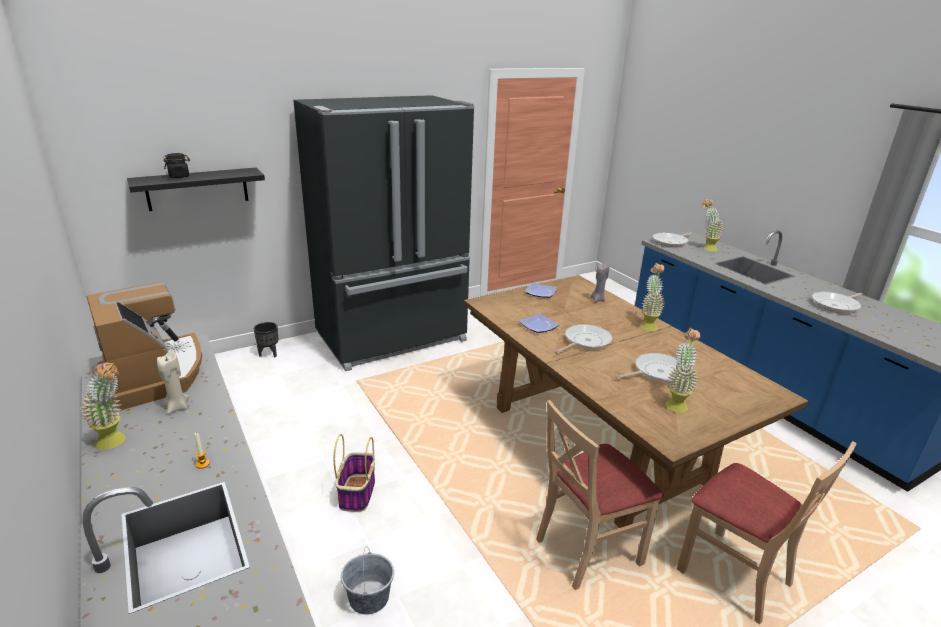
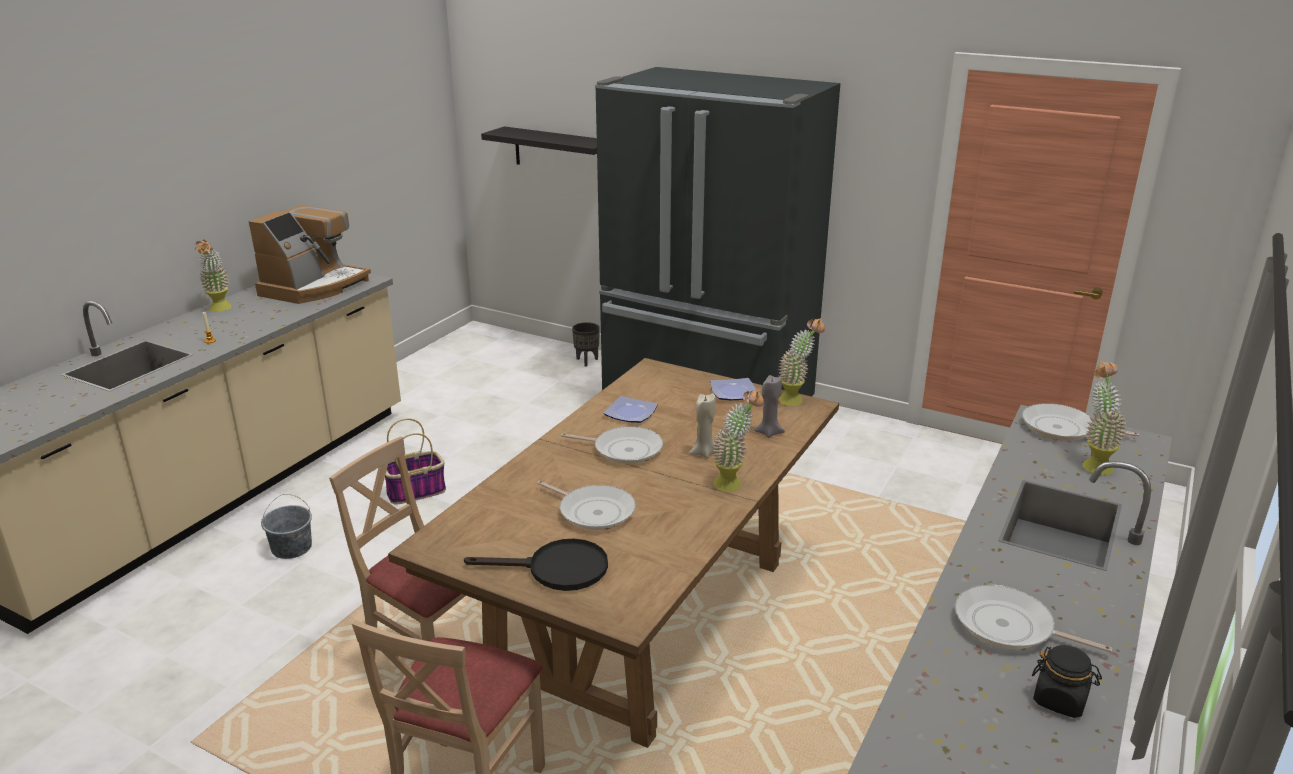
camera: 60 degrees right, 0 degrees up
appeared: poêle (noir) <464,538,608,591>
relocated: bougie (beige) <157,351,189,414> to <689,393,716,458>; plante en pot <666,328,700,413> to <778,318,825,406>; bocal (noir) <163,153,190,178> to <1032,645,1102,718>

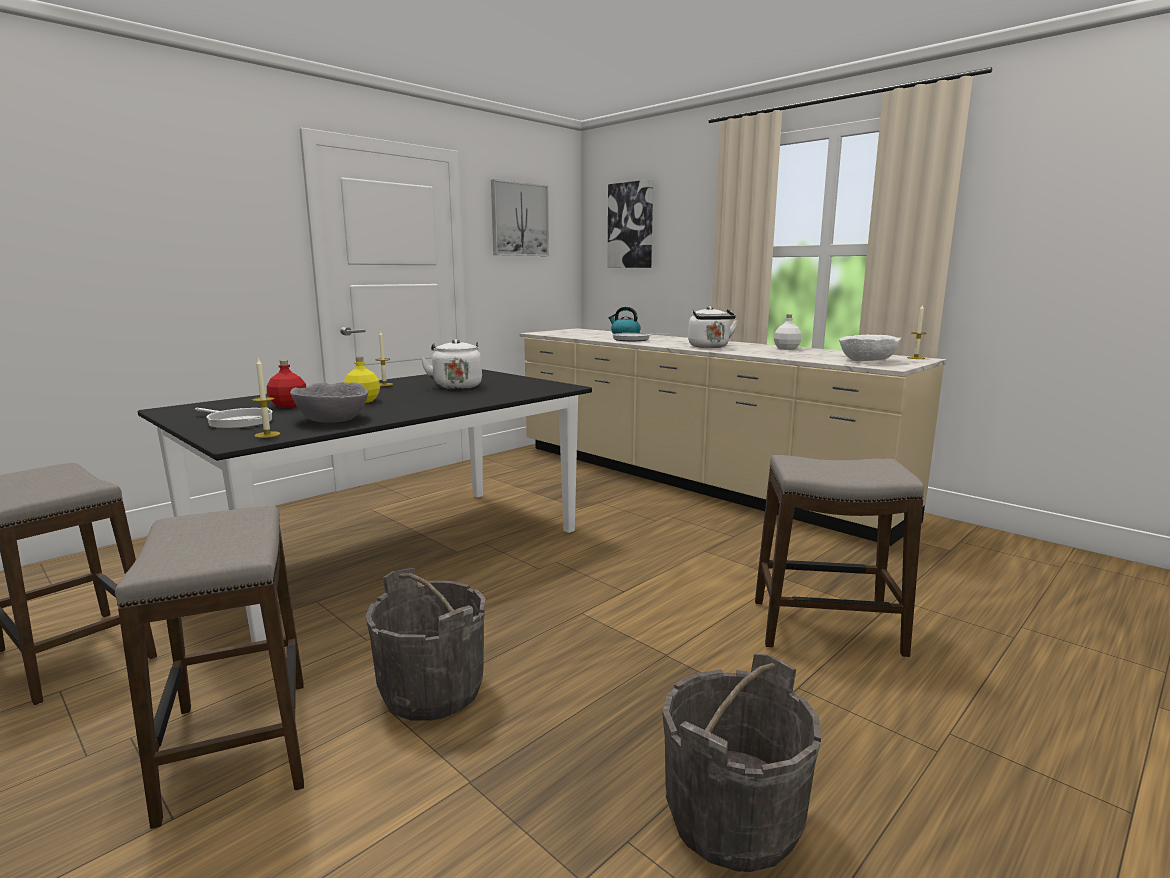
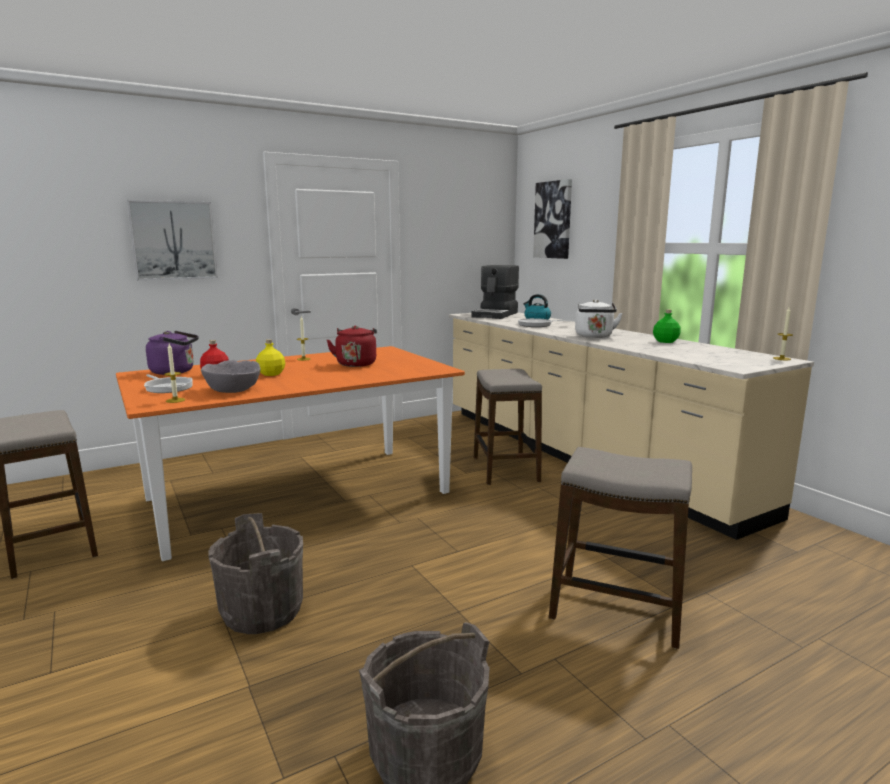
camera: 15 degrees right, 0 degrees up
missing: bol (blanc) <839,335,901,361>
appeared: bouilloire (violet) <146,331,199,375>; machine à café <472,265,519,319>
relocated: tableau <491,179,549,256> to <127,200,218,280>; tabouret <115,506,304,829> to <474,369,542,485>
colour: table à manger (noir) <137,369,592,642> to table à manger (orange) <116,346,465,561>; bouilloire (blanc) <421,339,482,389> to bouilloire (rouge) <327,326,377,367>; bouteille (blanc) <774,314,802,350> to bouteille (vert) <653,309,681,343>

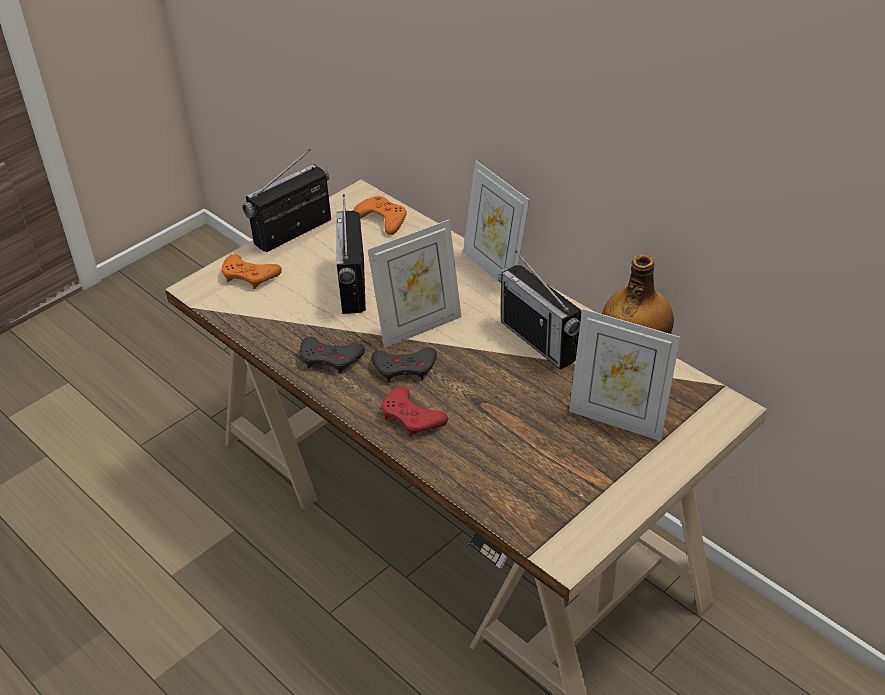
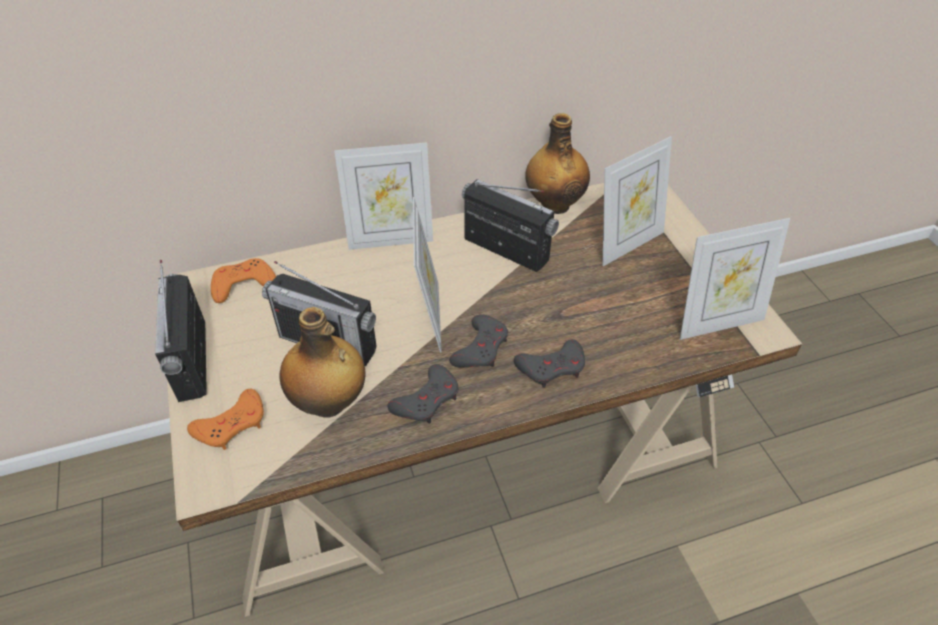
camera: 65 degrees left, 5 degrees up
appeared: bouteille <280,307,365,418>; cadre photo <680,218,791,340>
colour: manette (rouge) <381,387,448,437> to manette (gris) <514,339,585,388>
spun: radio <498,250,581,370> = <462,179,559,272> 135 degrees counterclockwise

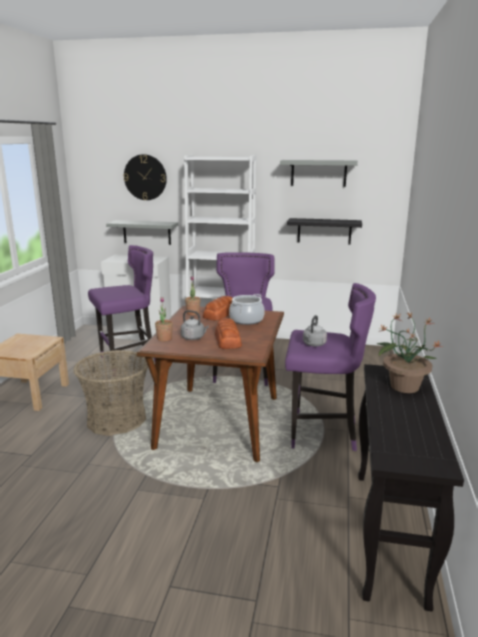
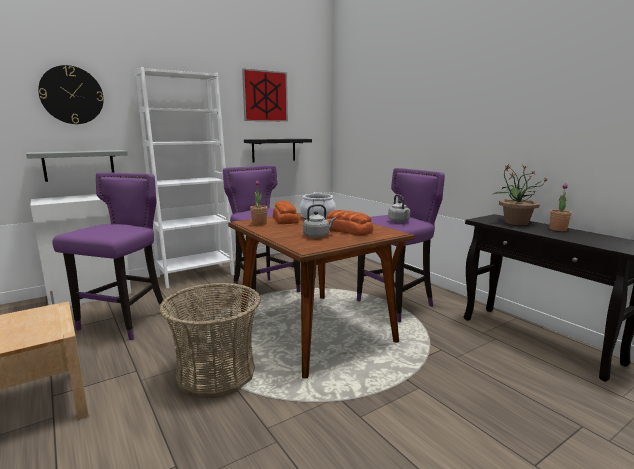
camera: 45 degrees left, 5 degrees down
relocated: plante en pot <155,297,173,342> to <550,183,572,231>
exchanged: étagère (gris) <280,160,358,187> to tableau <242,69,288,122>

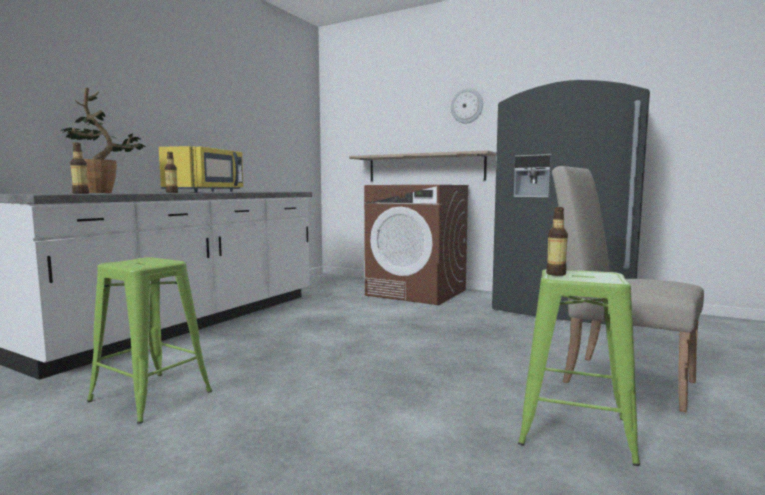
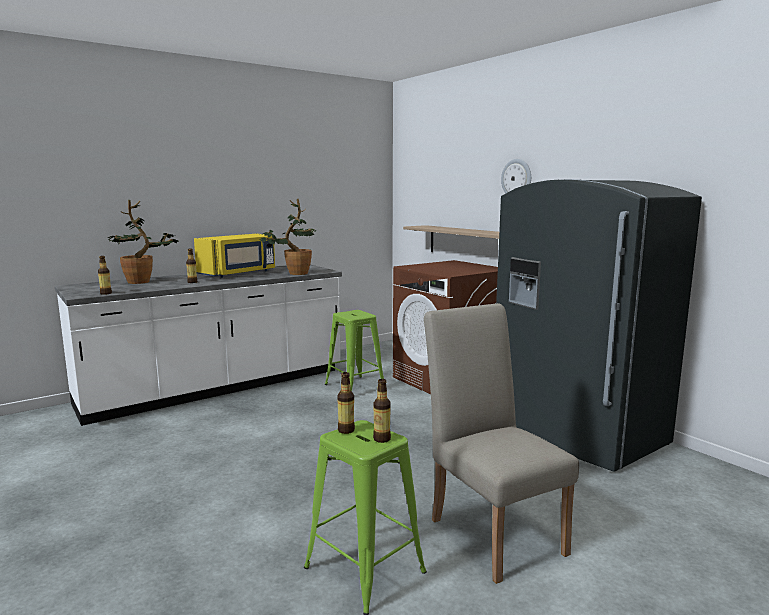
camera: 25 degrees right, 5 degrees up
appeared: plante en pot <260,199,317,275>; bouteille <373,379,391,443>
relocated: tabouret (vert) <87,257,212,423> to <325,310,384,391>

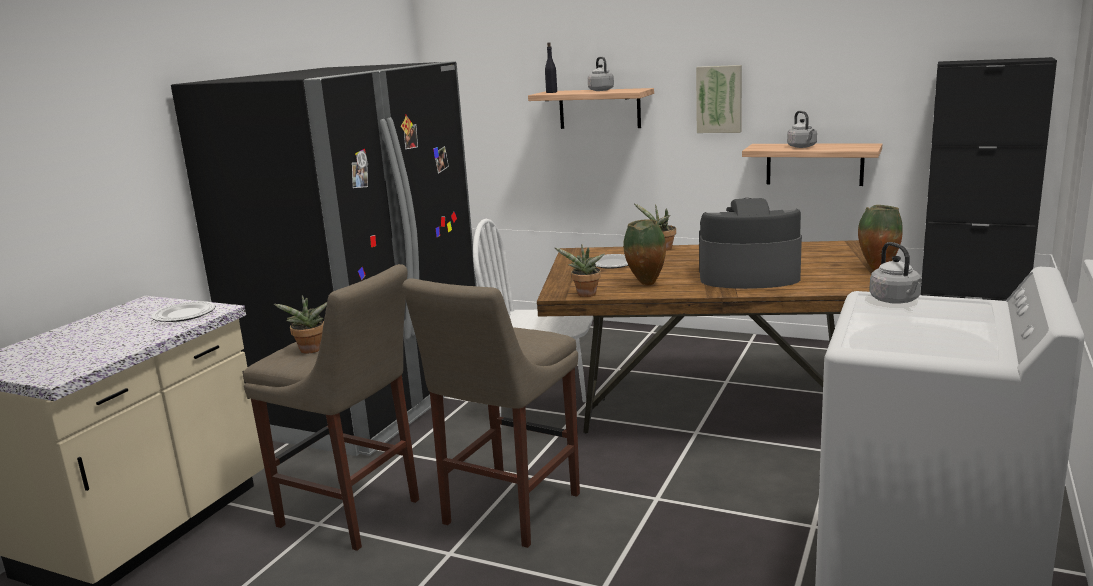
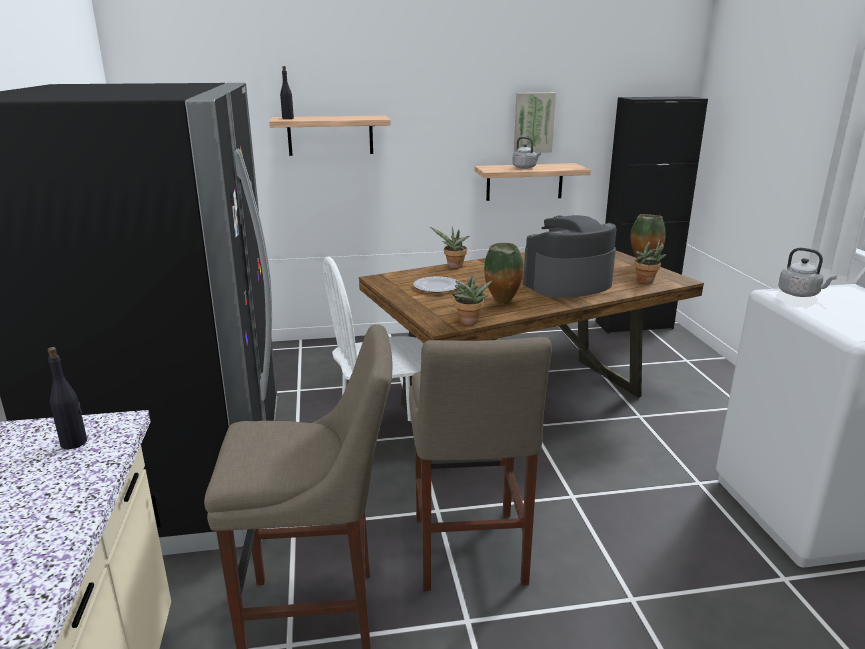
camera: 35 degrees left, 5 degrees up
missing: bouilloire (gris) <588,57,614,91>
relocated: tableau <696,65,742,133> to <514,93,556,153>; plante en pot <274,295,327,354> to <634,238,667,284>
exchanged: assiette <151,301,216,322> to bouteille (noir) <48,347,87,449>

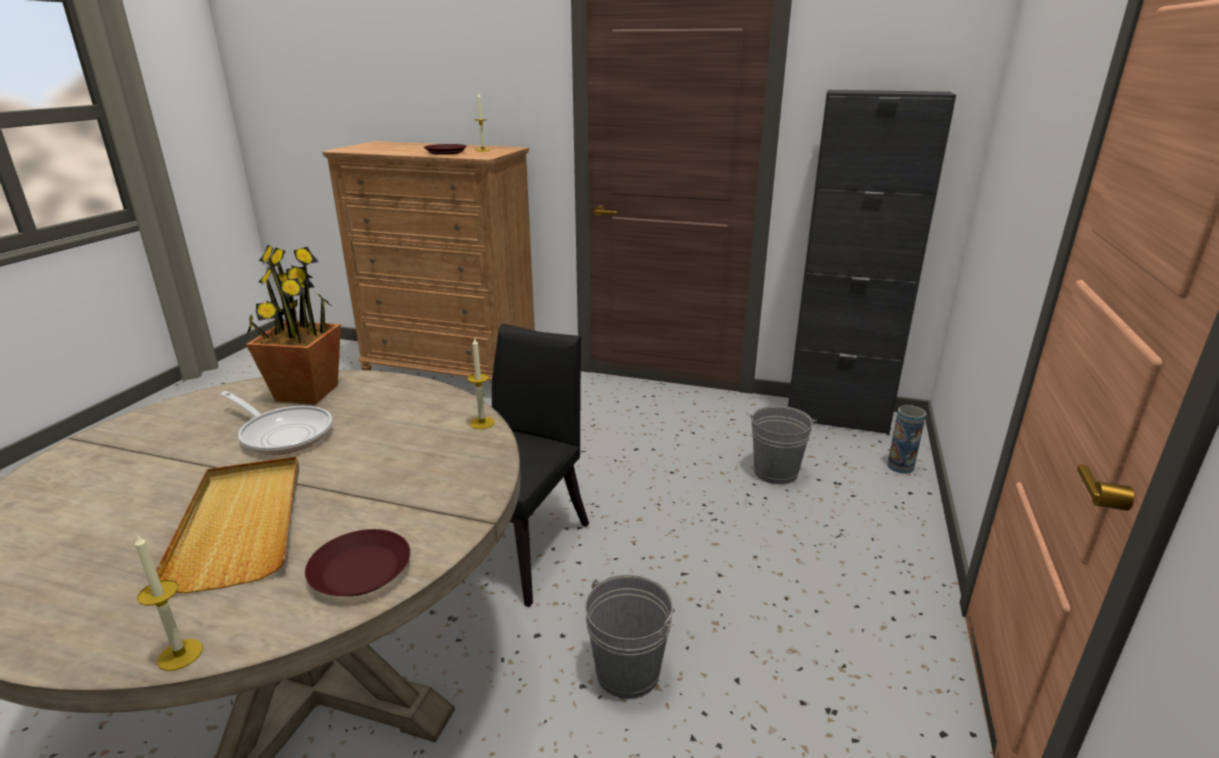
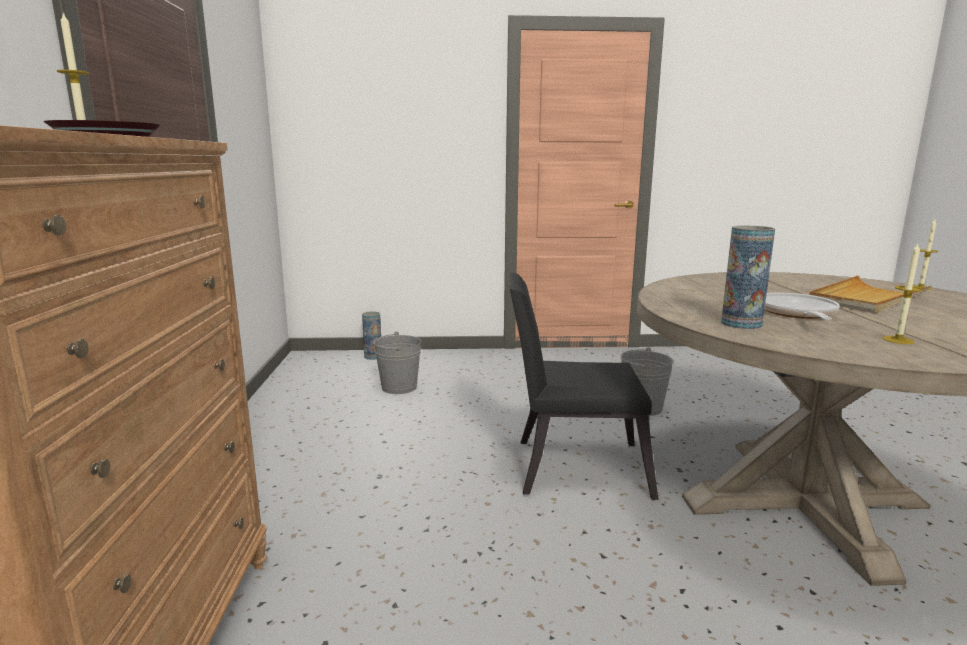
camera: 110 degrees left, 10 degrees down
missing: assiette (marron) <305,529,410,596>; meuble de rangement (noir) <788,90,956,435>
relocated: bougie <467,337,495,429> to <883,243,923,344>
exchanged: plante en pot <246,245,341,404> to vase <721,226,775,329>

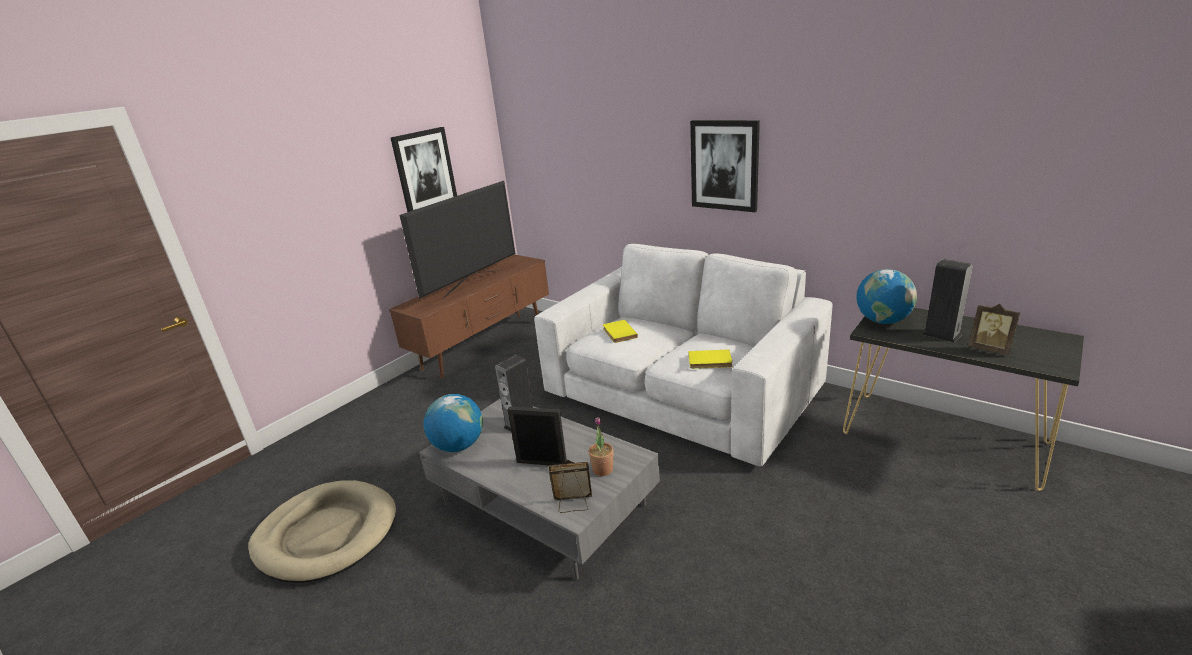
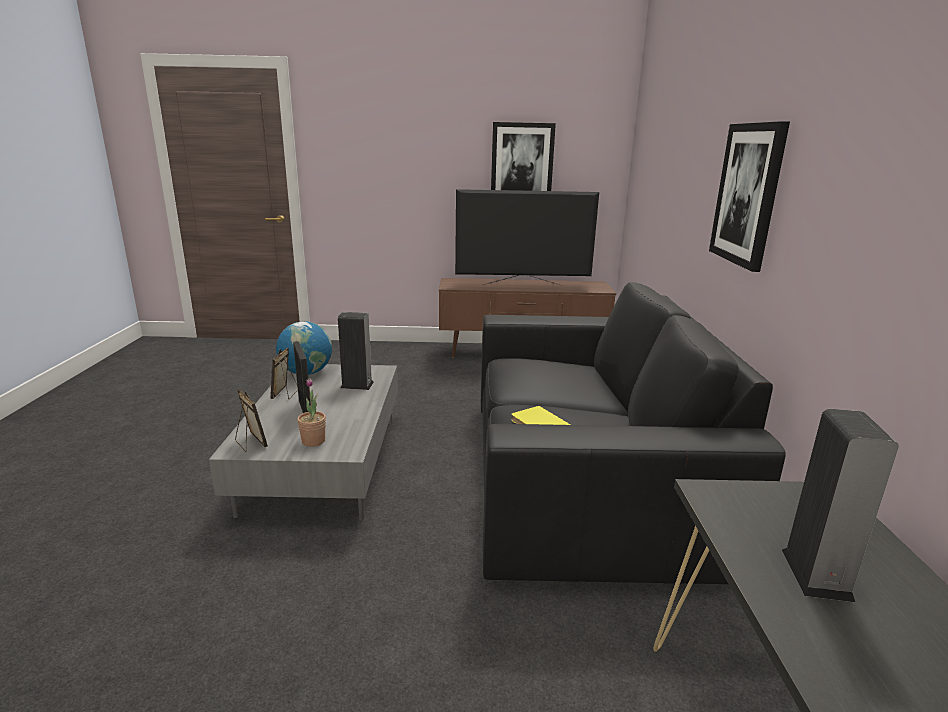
camera: 50 degrees right, 5 degrees down
missing: panier pour chien (beige) <248,480,396,583>; livre (jaune) <603,320,638,343>; globe <856,269,917,324>
relocated: cadre photo <968,304,1020,355> to <271,348,298,399>
colour: canapé (blanc) <534,244,832,467> to canapé (noir) <481,282,786,584>

